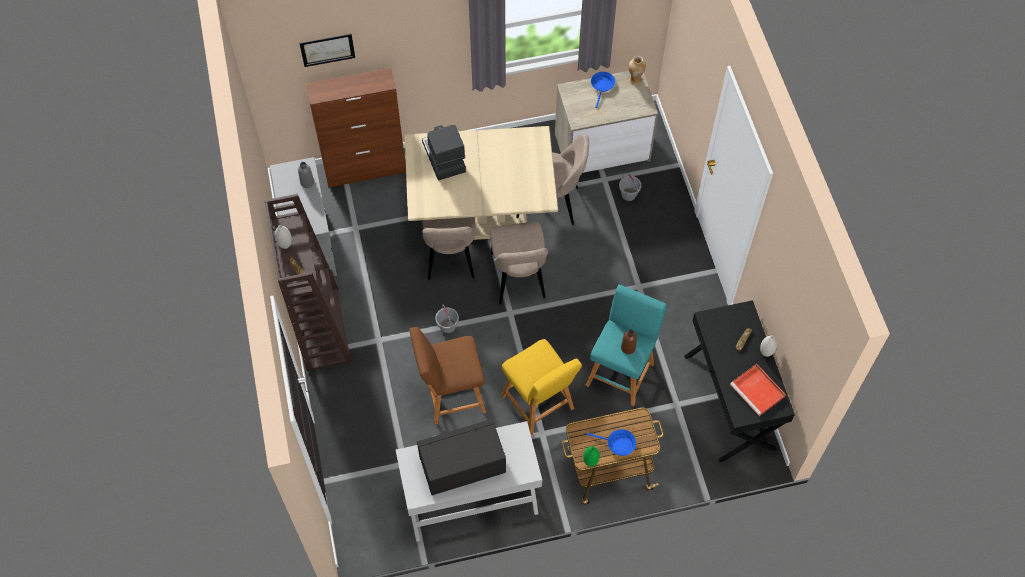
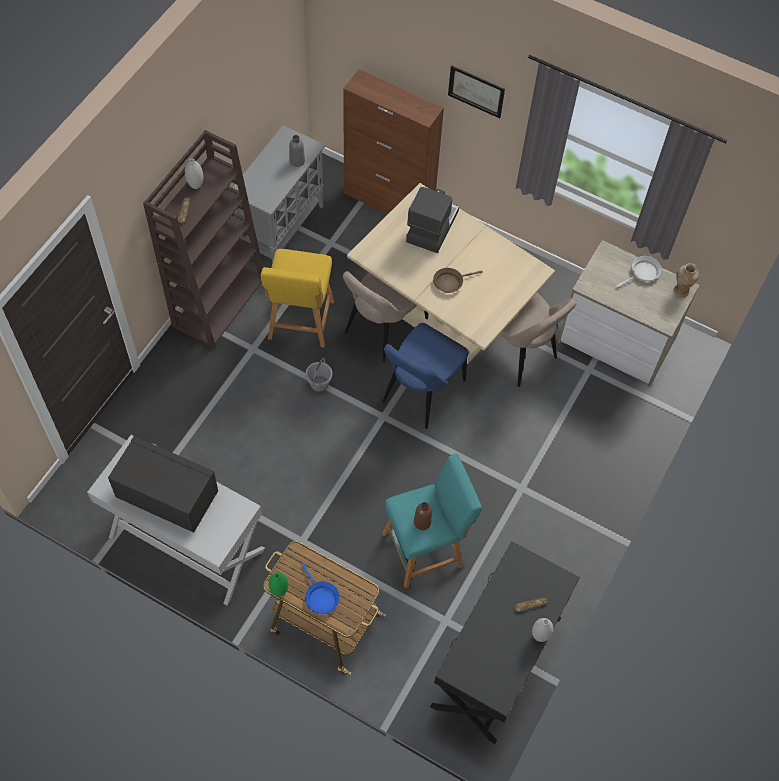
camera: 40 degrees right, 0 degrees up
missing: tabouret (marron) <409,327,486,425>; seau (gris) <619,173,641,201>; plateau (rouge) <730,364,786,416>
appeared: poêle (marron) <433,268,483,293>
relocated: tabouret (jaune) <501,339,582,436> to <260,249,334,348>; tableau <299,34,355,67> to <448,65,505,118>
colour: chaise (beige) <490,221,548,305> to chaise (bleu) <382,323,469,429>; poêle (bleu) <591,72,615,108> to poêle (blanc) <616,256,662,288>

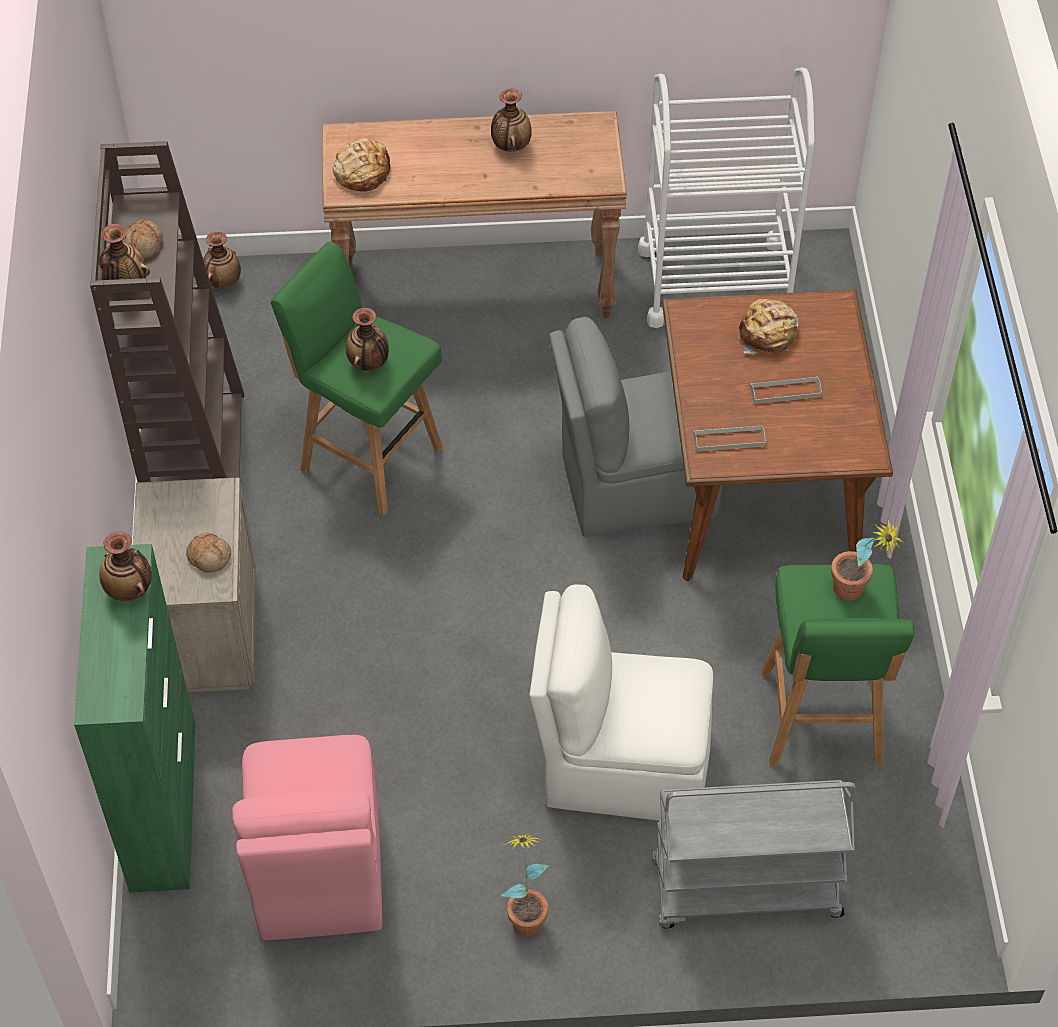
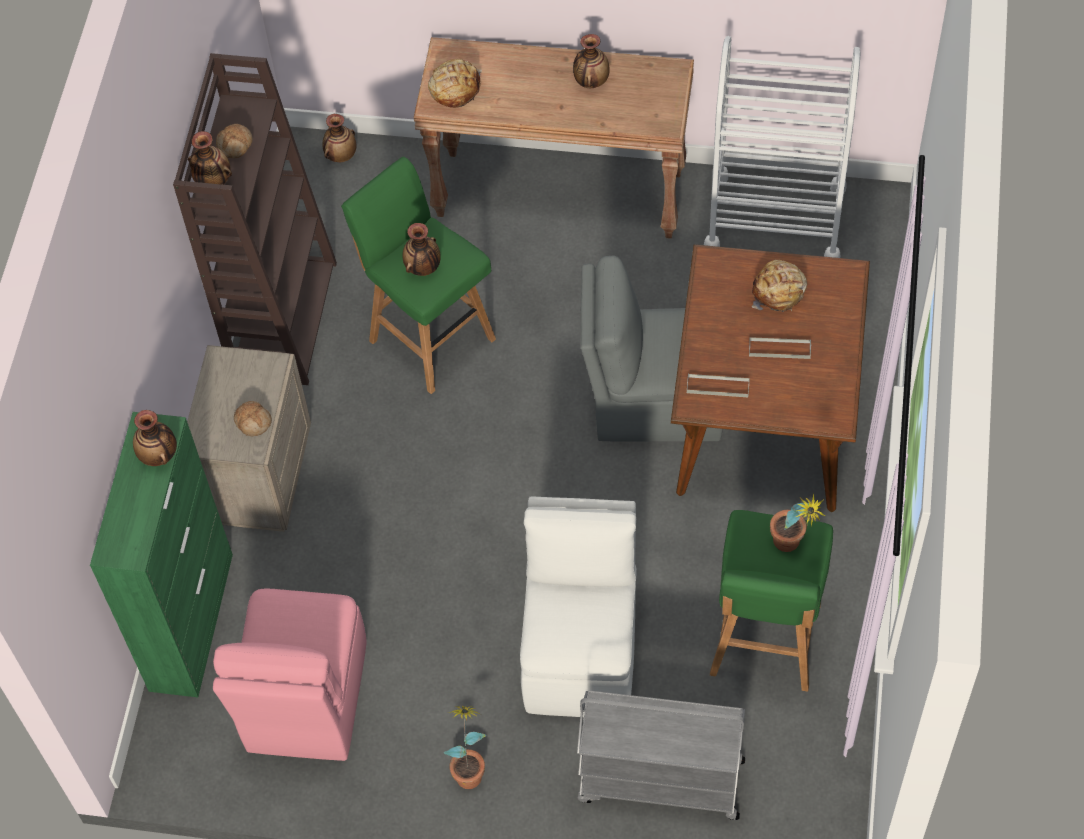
camera: 15 degrees right, 5 degrees up
spun: chaise (blanc) <529,584,713,821> = <520,496,637,717> 75 degrees clockwise

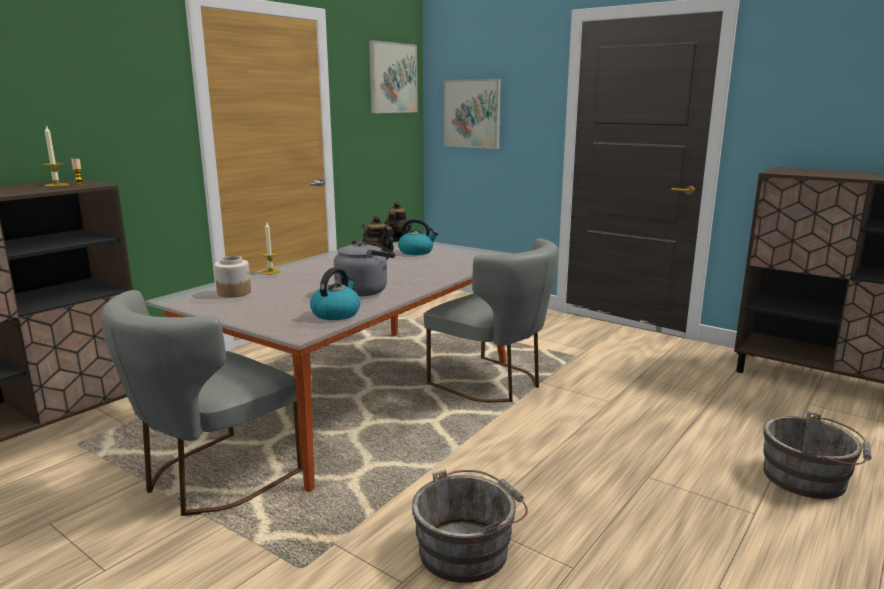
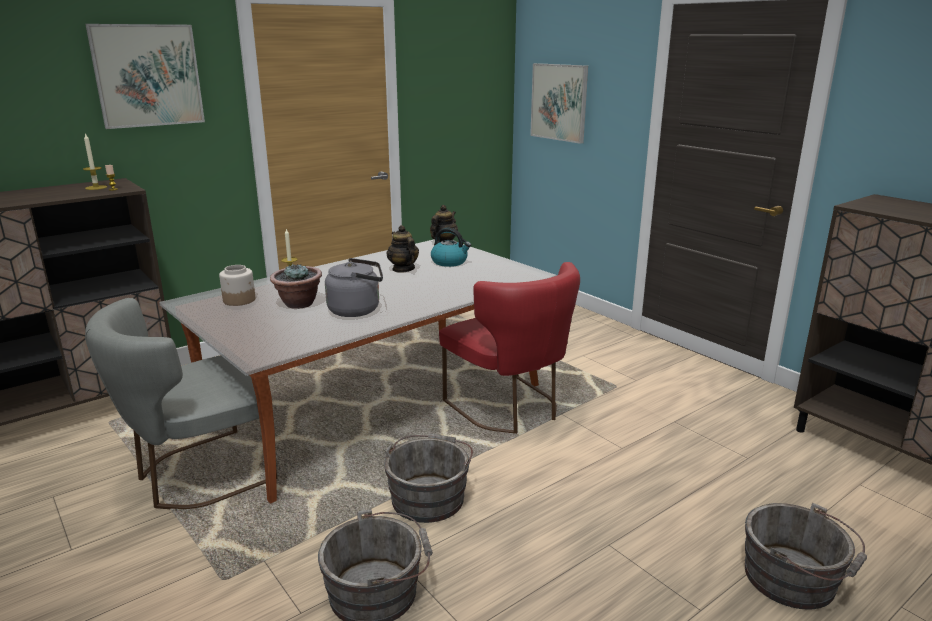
camera: 15 degrees right, 5 degrees up
missing: bouilloire <310,268,360,320>
appeared: plante en pot <270,263,322,309>; seau (gris) <384,433,473,523>
relocated: tableau <369,40,418,113> to <85,24,205,129>
colour: chaise (gris) <424,239,559,402> to chaise (rouge) <439,262,580,434>

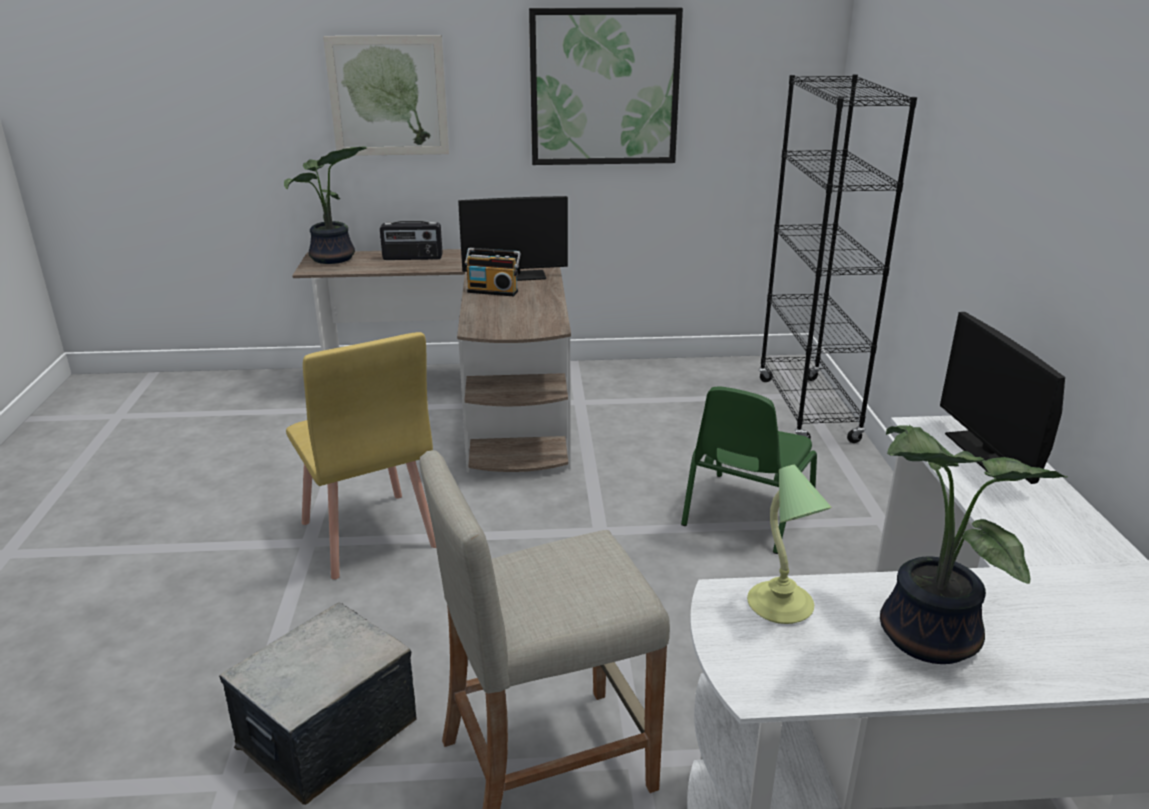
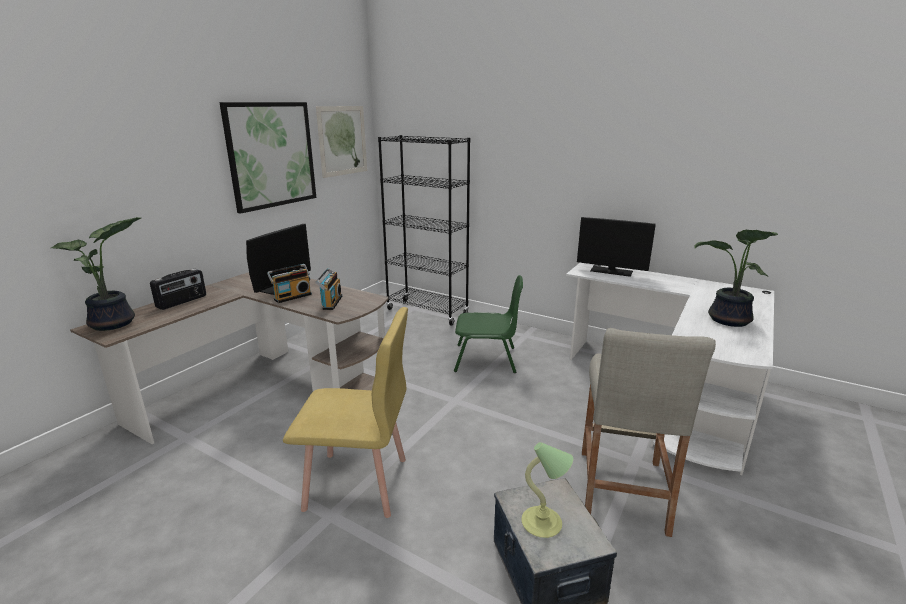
camera: 55 degrees left, 5 degrees down
appeared: radio <315,268,342,310>
relocated: tableau <323,35,449,156> to <316,106,367,178>; lampe de table <747,465,832,624> to <521,442,573,538>
spun: chaise (vert) <681,387,817,554> = <454,275,523,373> 60 degrees counterclockwise

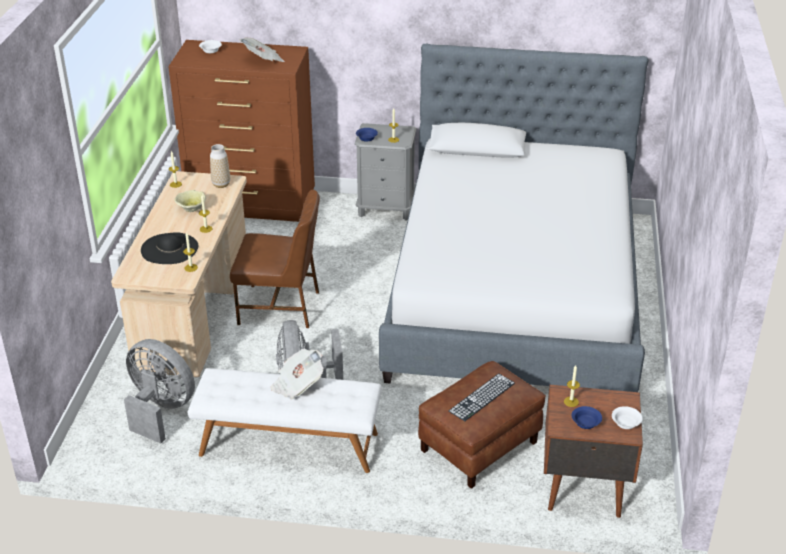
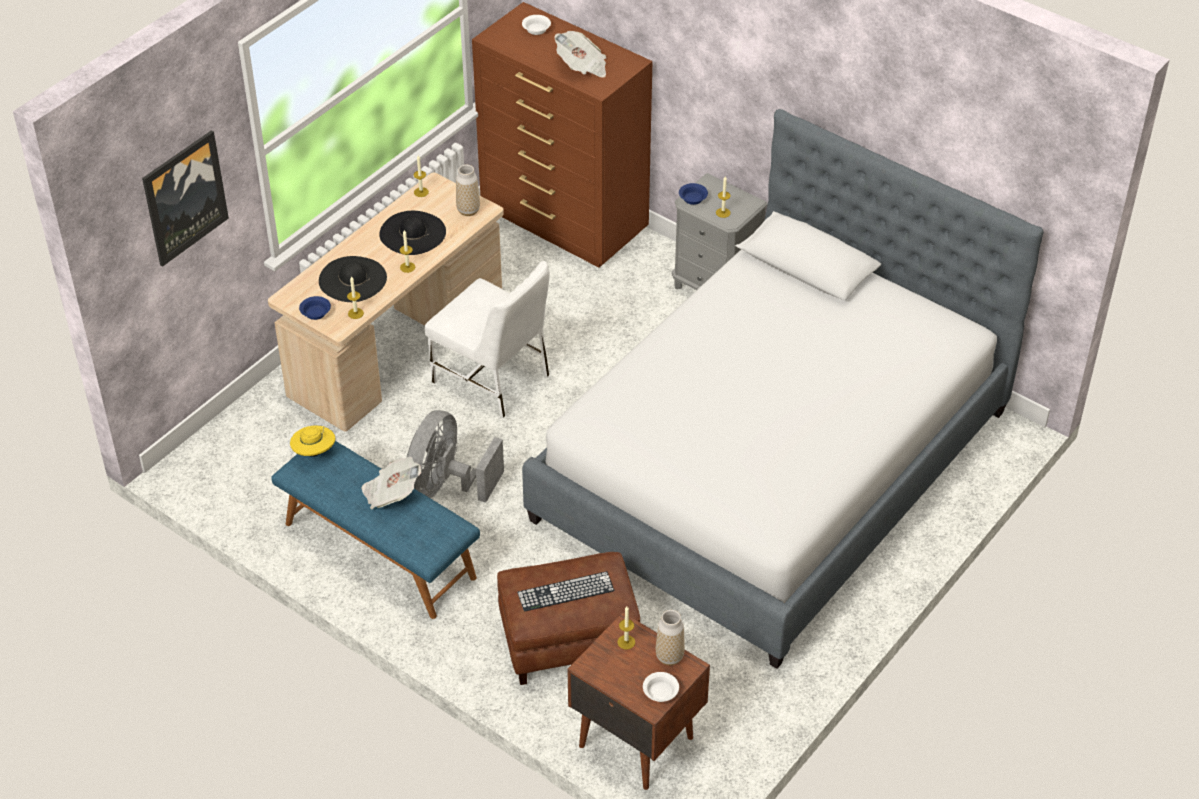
camera: 30 degrees right, 10 degrees up
missing: ventilateur (gris) <124,339,195,444>
appeared: tableau <142,130,229,267>; chapeau (jaune) <290,425,335,457>; vase <656,610,685,666>
relocated: bol (bleu) <572,406,602,429> to <299,296,331,320>
exchanged: bol (beige) <174,190,206,212> to chapeau (noir) <379,211,446,255>
colour: banc (blanc) <188,368,382,473> to banc (bleu) <271,441,480,619>; chaise (marron) <230,190,320,328> to chaise (blanc) <425,261,550,418>

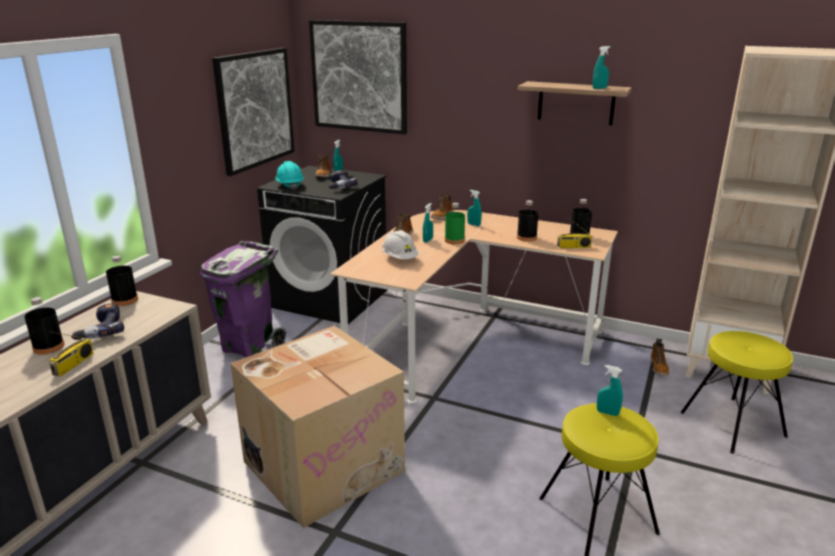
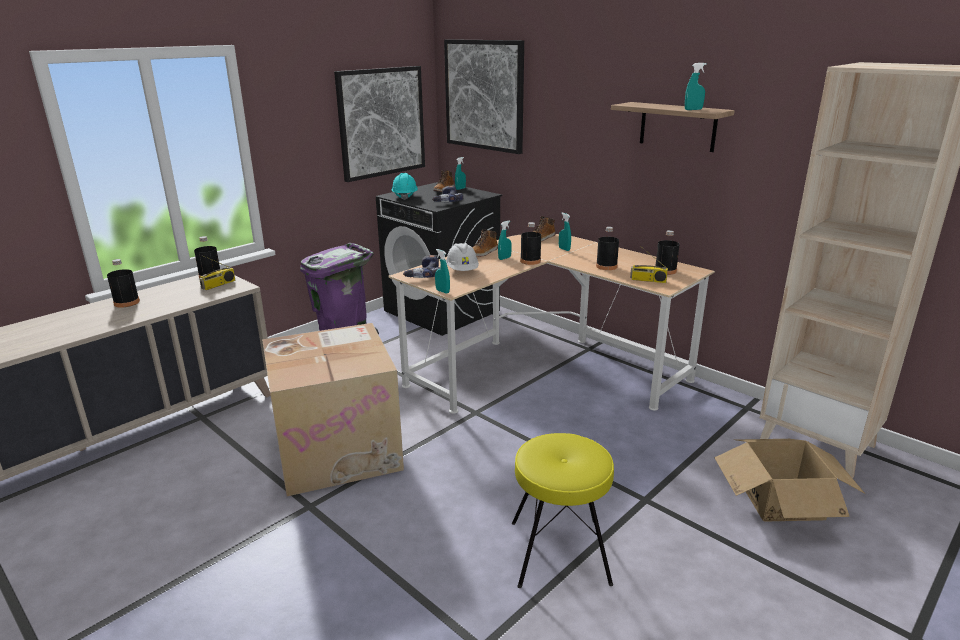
camera: 20 degrees right, 0 degrees up
missing: botte <651,342,669,376>
relocated: radio <49,331,93,376> to <199,255,235,290>; perceuse <71,303,124,340> to <403,255,440,278>; vaporisateur (turquoise) <597,365,623,416> to <435,249,450,294>
exchanged: tabouret (jaune) <680,331,793,454> to carton <714,439,865,522>
colour: bouteille (vert) <445,203,465,244> to bouteille (noir) <520,222,541,265>

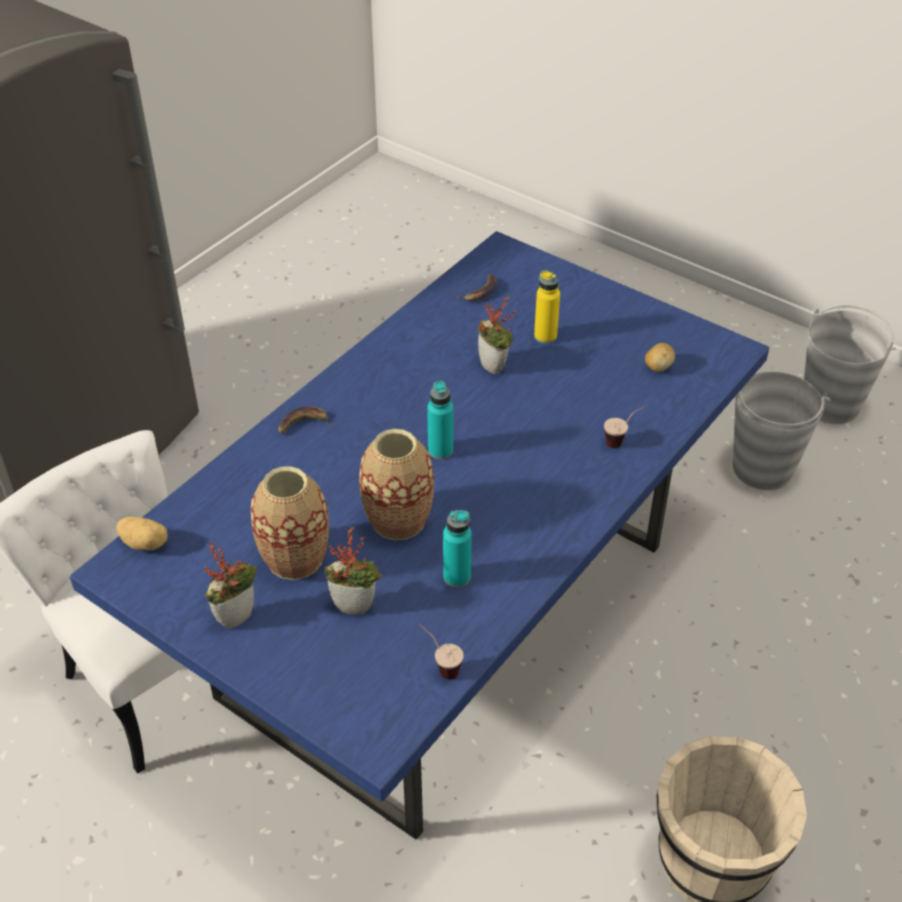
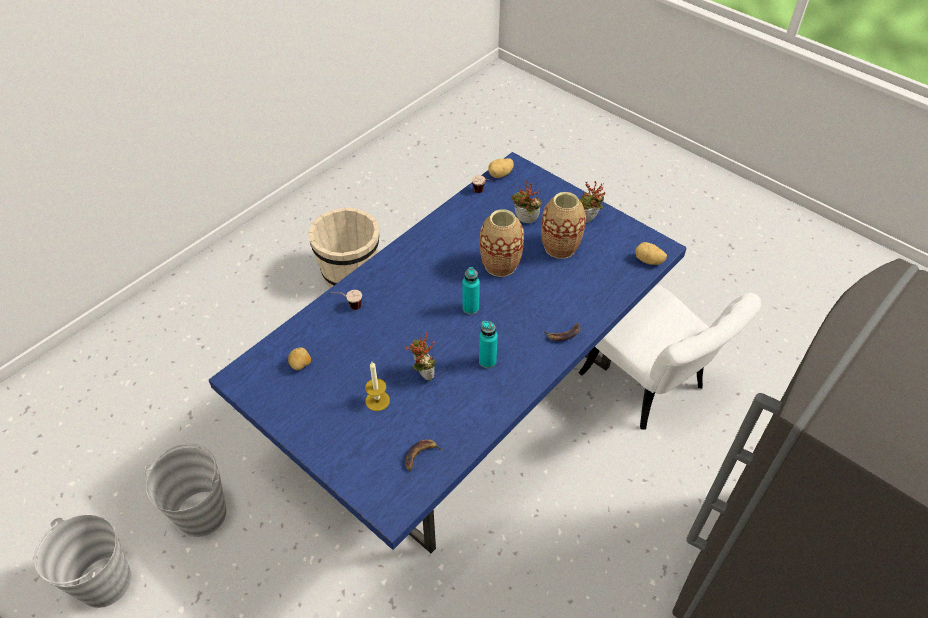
camera: 175 degrees left, 5 degrees up
appeared: pomme de terre <488,158,514,178>
relocated: bouteille (turquoise) <443,510,472,588> to <479,321,498,369>
exchanged: bouteille (jaune) <534,270,560,344> to bougie <365,362,390,411>

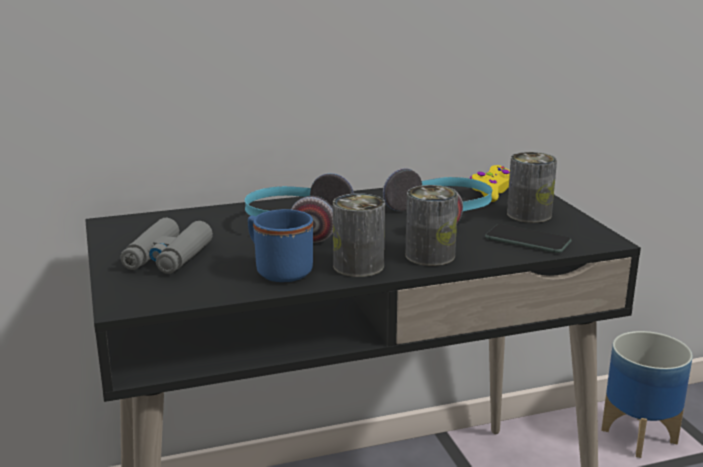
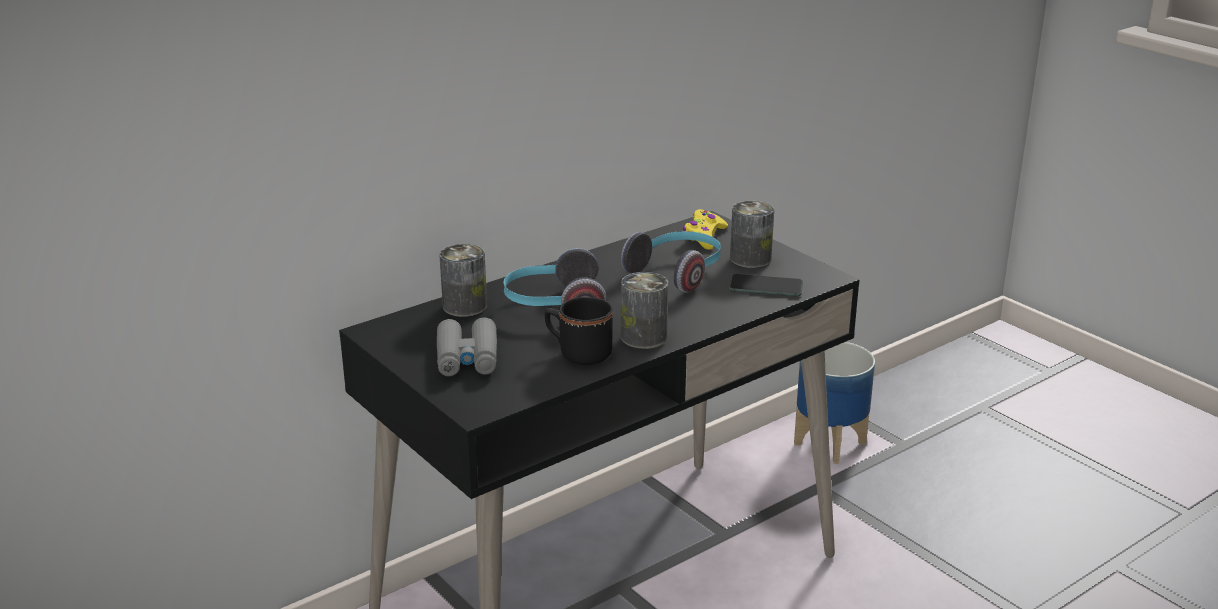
camera: 20 degrees left, 5 degrees up
relocated: boîte métallique <405,185,458,266> to <439,244,487,317>
colour: mug (bleu) <248,209,313,282> to mug (noir) <545,297,613,365>

